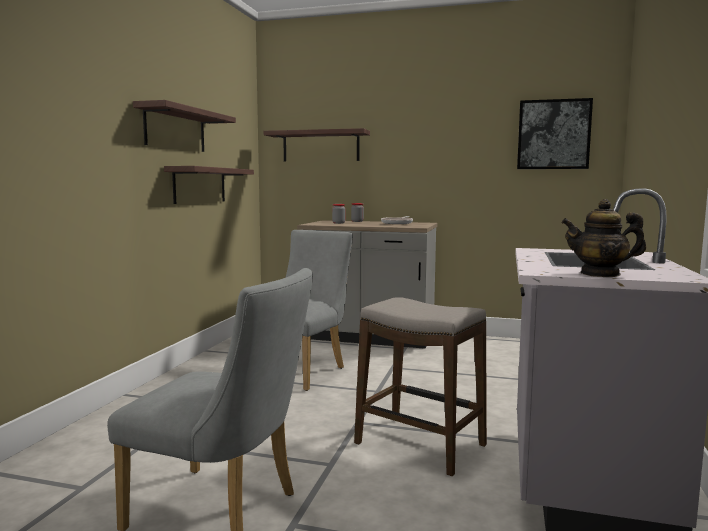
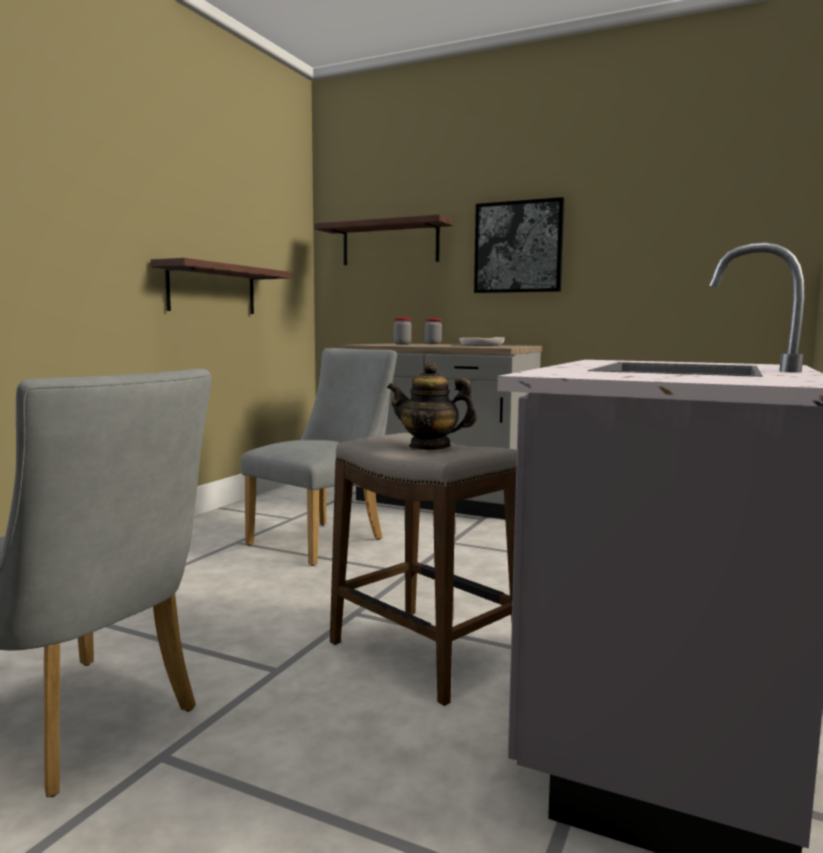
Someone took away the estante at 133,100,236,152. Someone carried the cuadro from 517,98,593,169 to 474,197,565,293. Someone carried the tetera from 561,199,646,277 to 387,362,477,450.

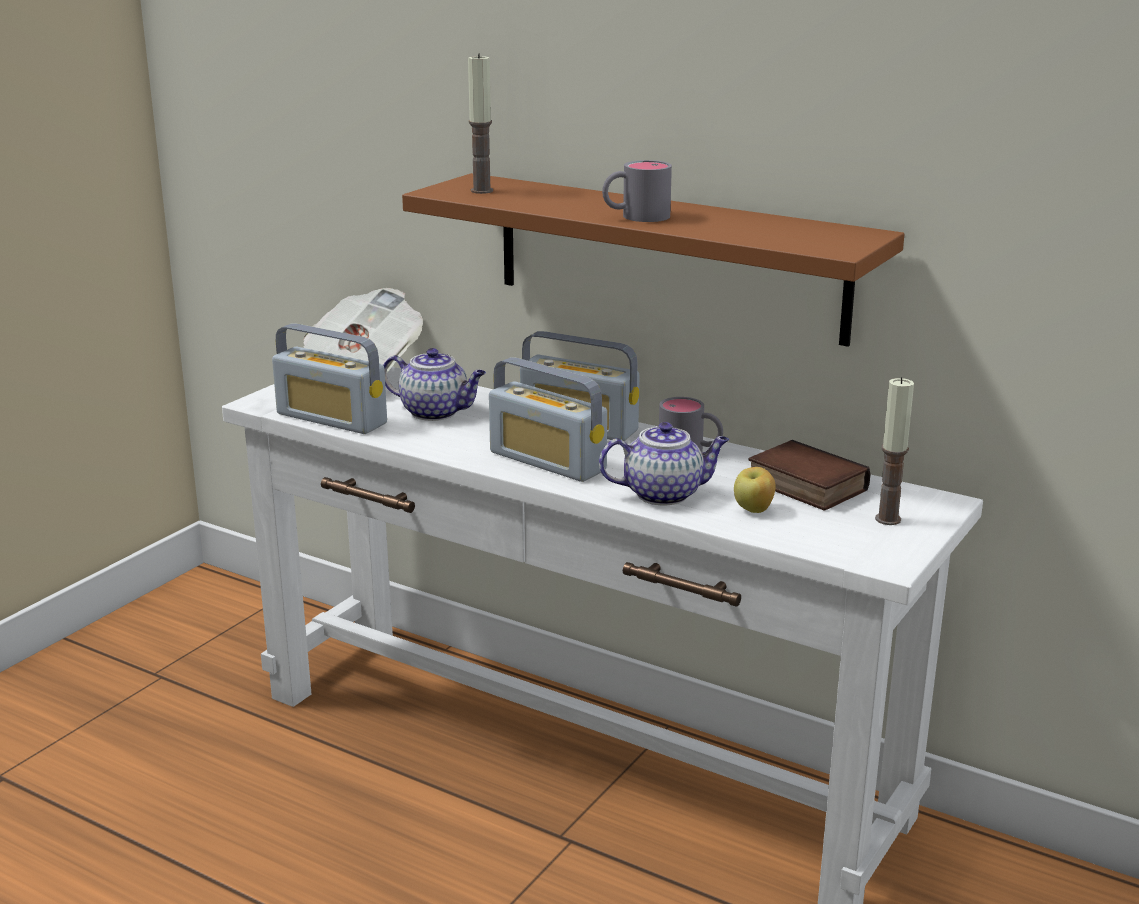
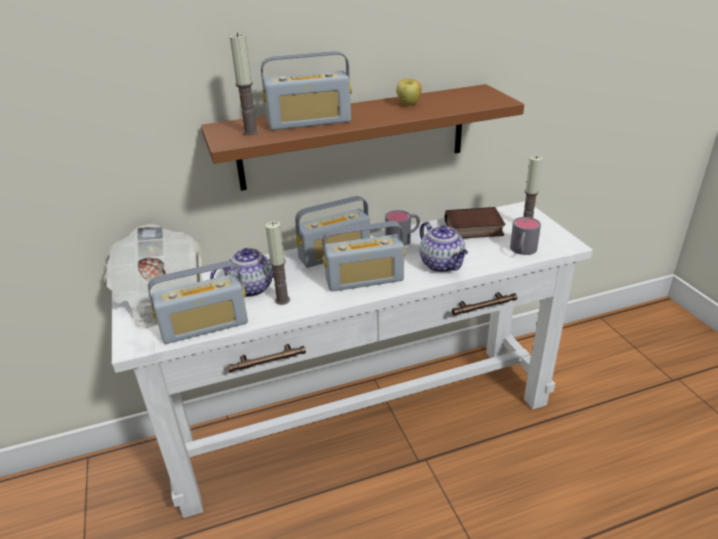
Someone rotated the tetera at 599,422,729,505 by 120 degrees clockwise. Someone carried the taza grande [gris] from 602,160,672,222 to 510,217,541,255. Someone carried the manzana from 734,467,776,513 to 396,78,422,105. Someone put down the radio at 261,51,352,130. Someone put down the vela at 265,221,290,305.

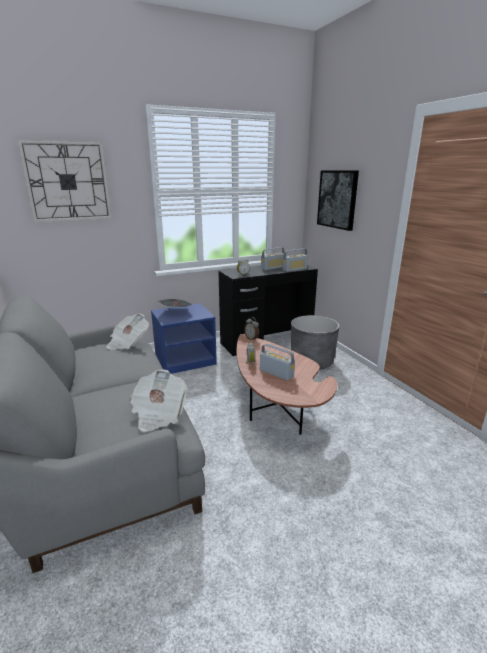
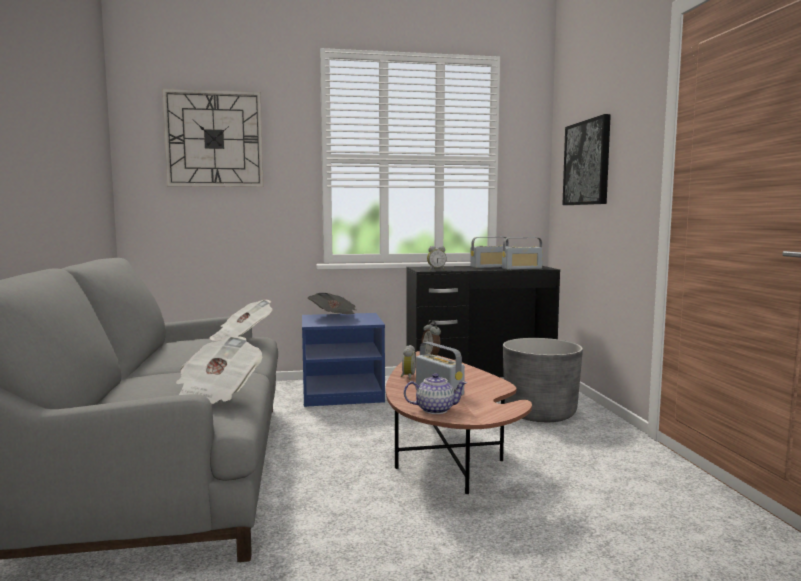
Someone put down the tetera at 404,373,467,414.

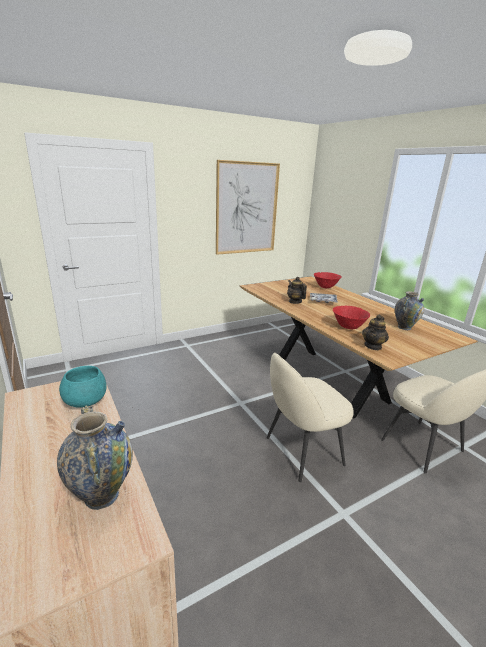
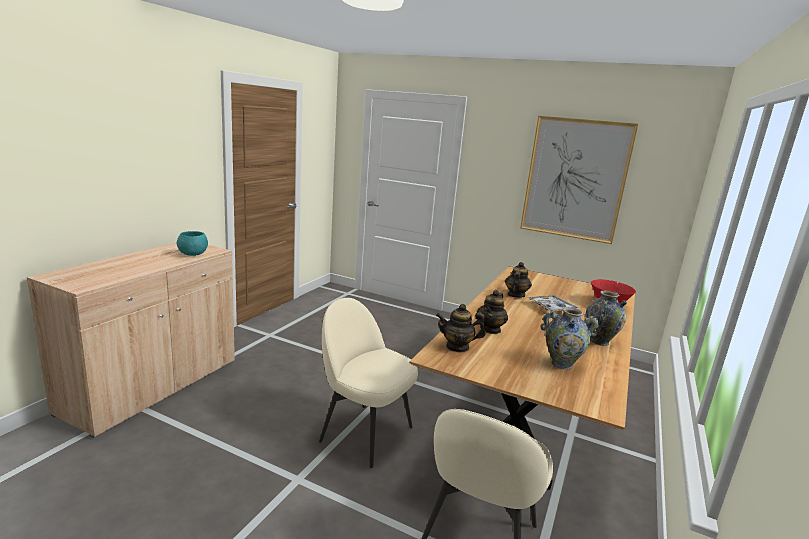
Someone carried the florero from 57,405,133,510 to 586,290,627,346. Someone swapped the cuenco [rojo] at 333,306,370,329 for the tetera at 477,290,508,334.

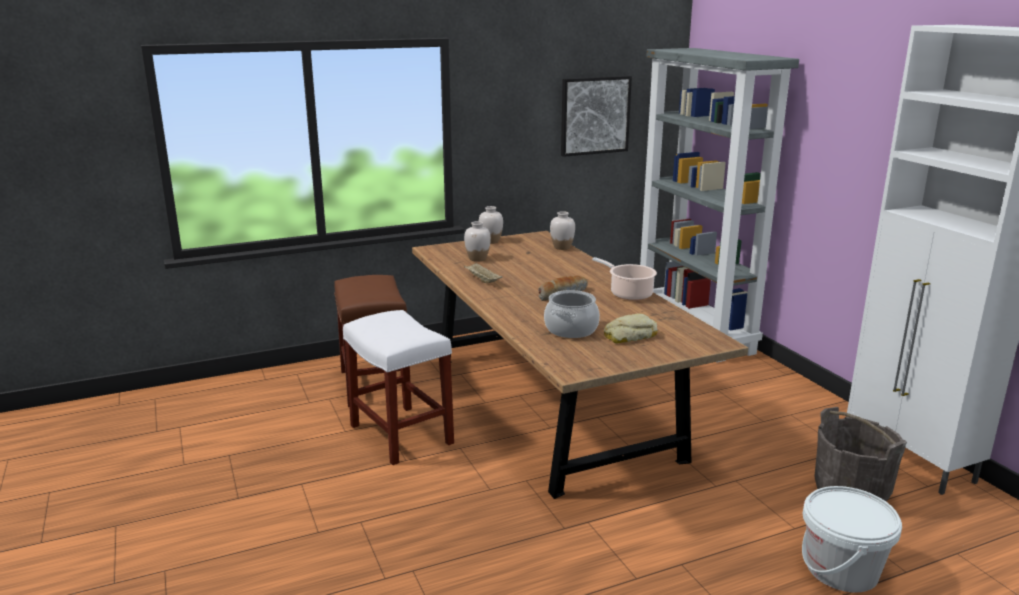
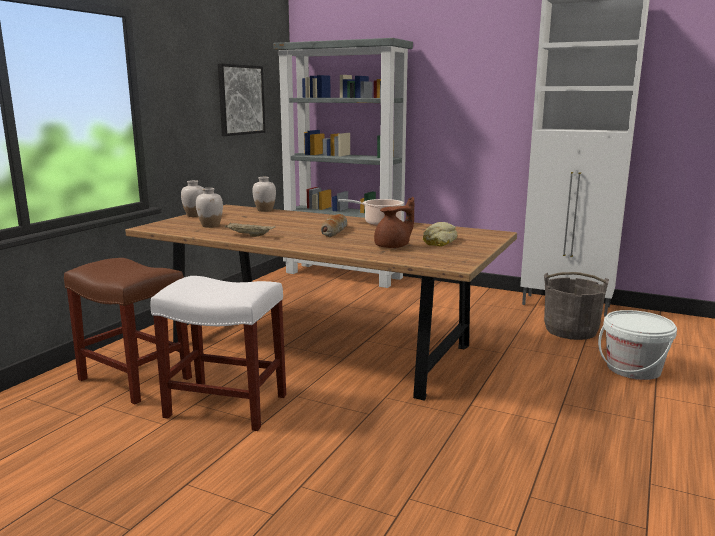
Someone swapped the olla at 544,290,600,338 for the tetera [marrón] at 374,197,414,248.

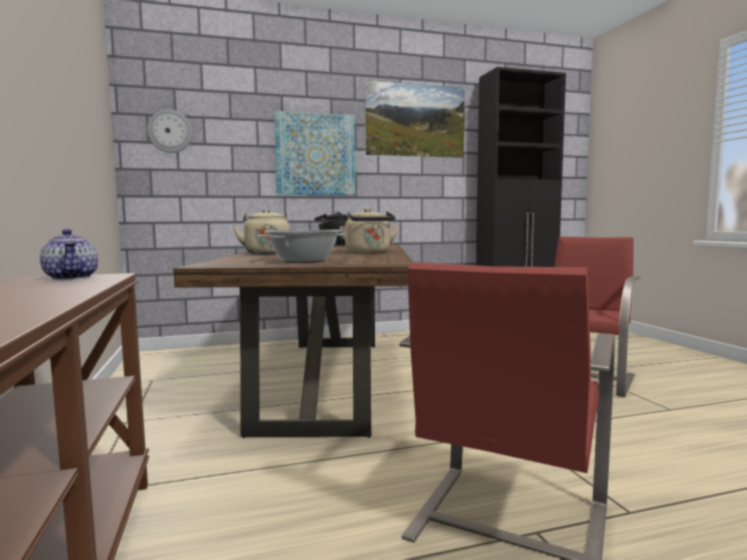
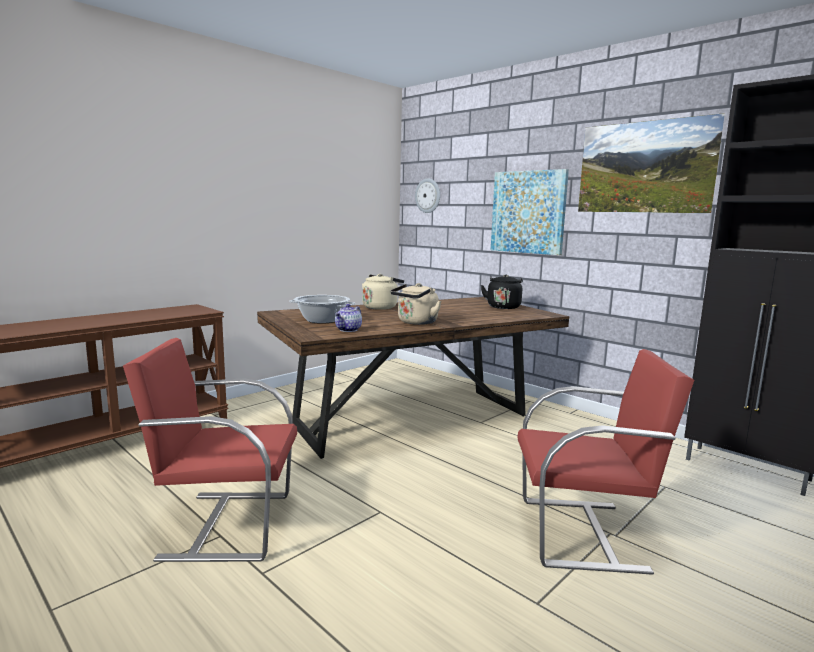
Someone carried the tetera from 40,229,98,280 to 335,304,362,332.

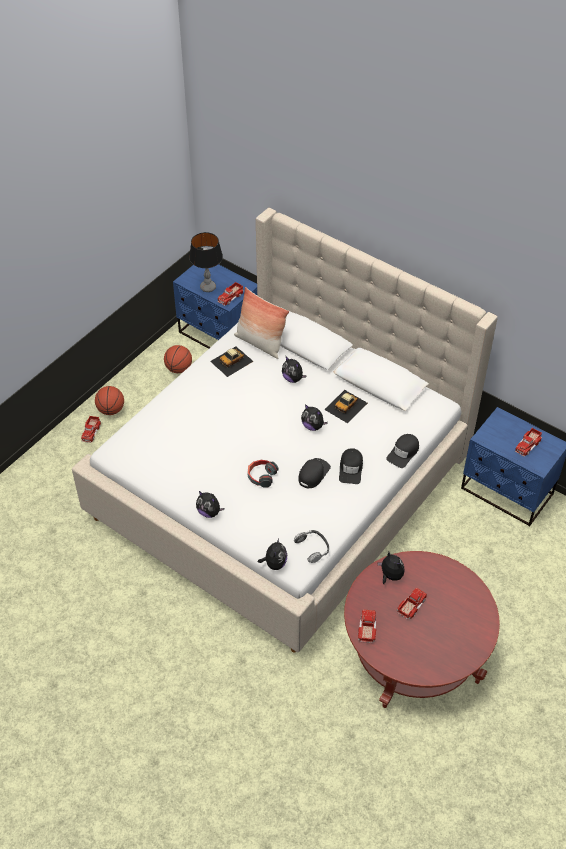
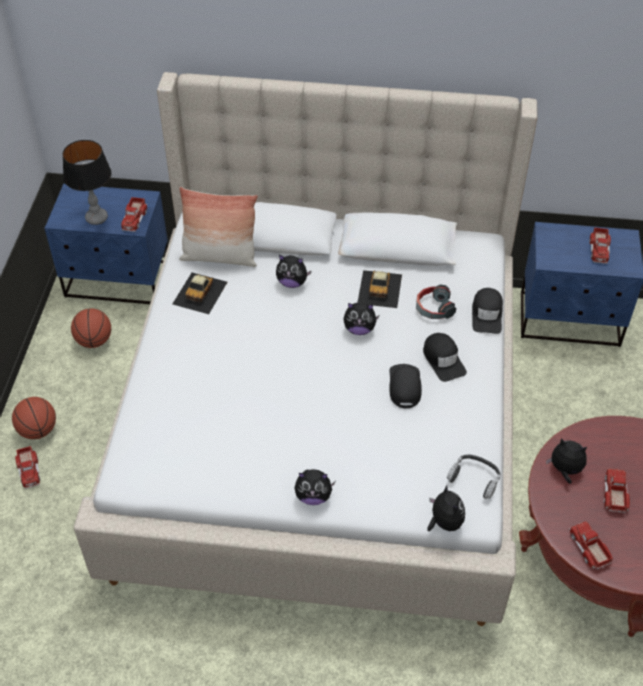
Someone carried the auriculares from 248,460,278,488 to 416,284,456,319.

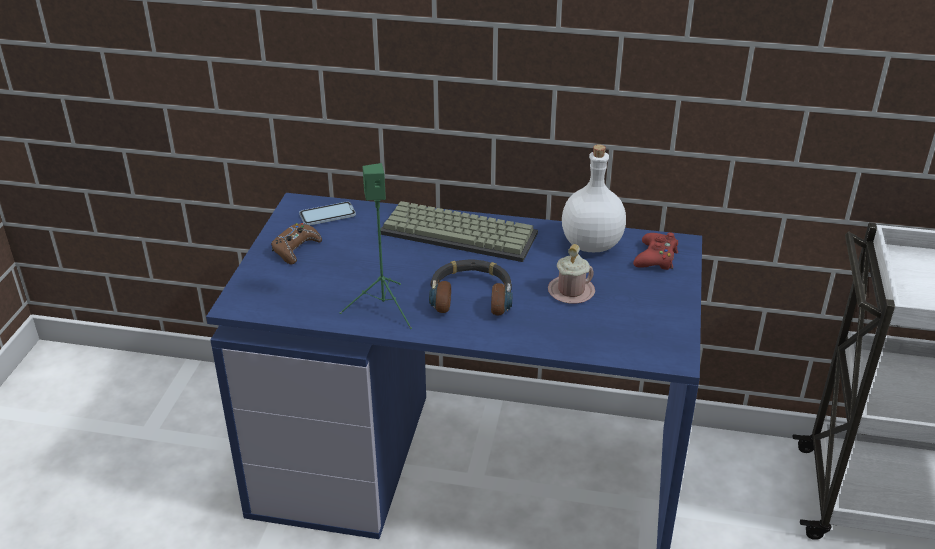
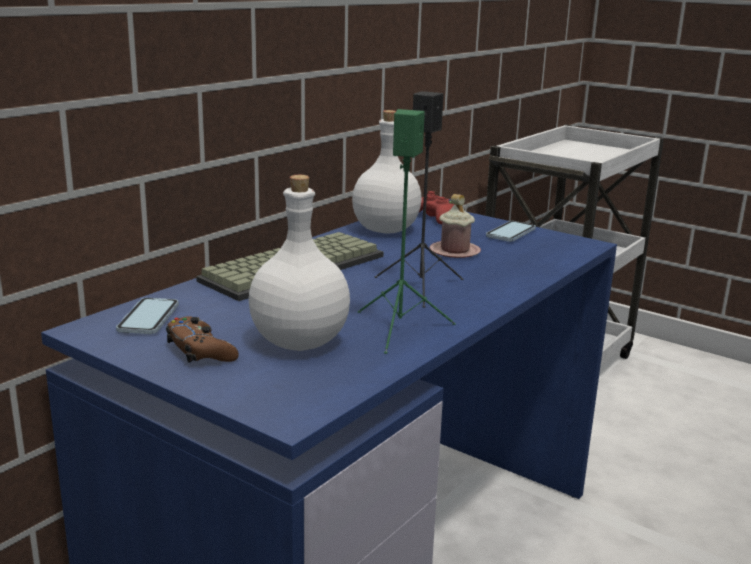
Someone swapped the auriculares at 429,260,513,315 for the altavoz [negro] at 375,91,464,308. Someone put down the botella [blanco] at 249,175,350,351. Someone put down the móvil at 486,221,536,242.

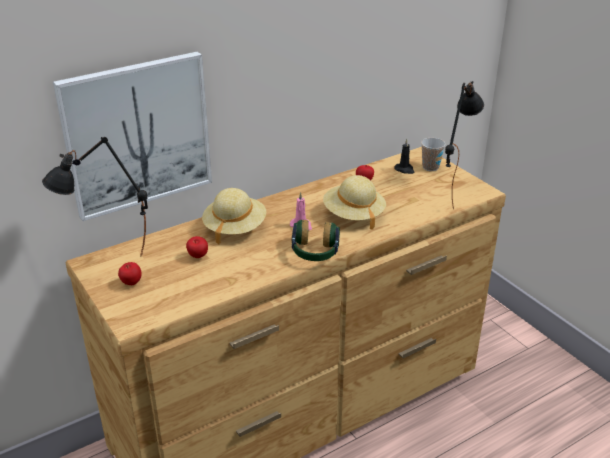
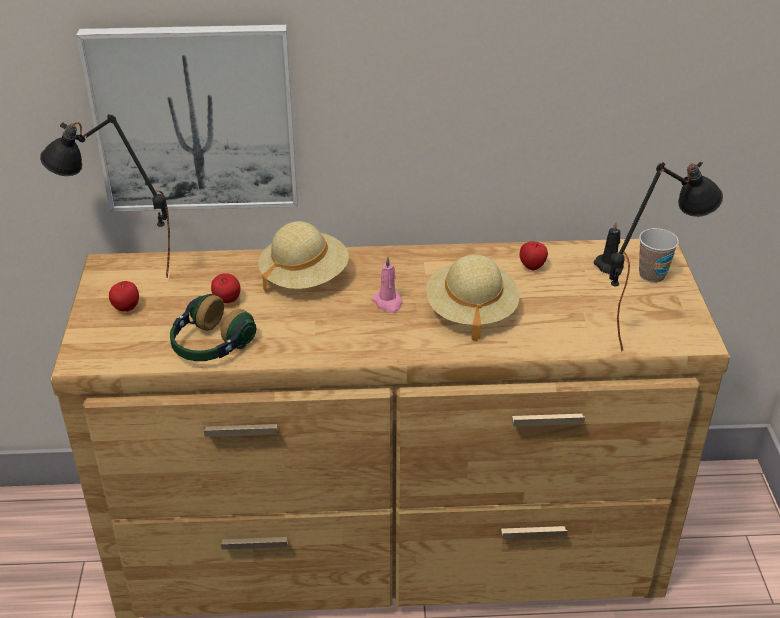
Someone carried the auriculares from 292,220,340,261 to 170,294,256,361.

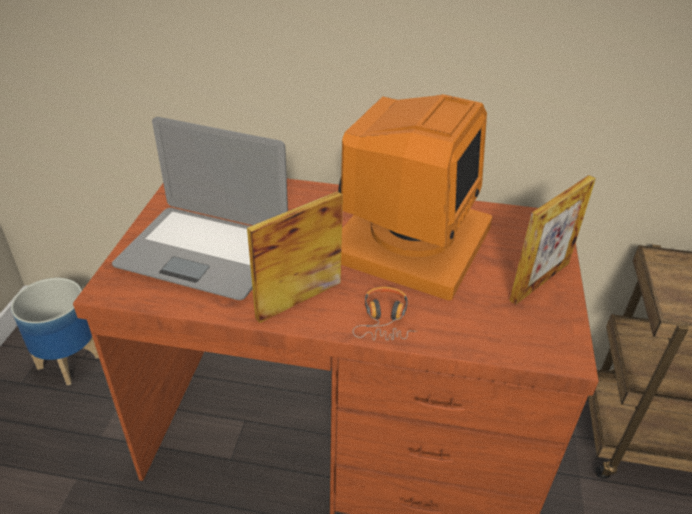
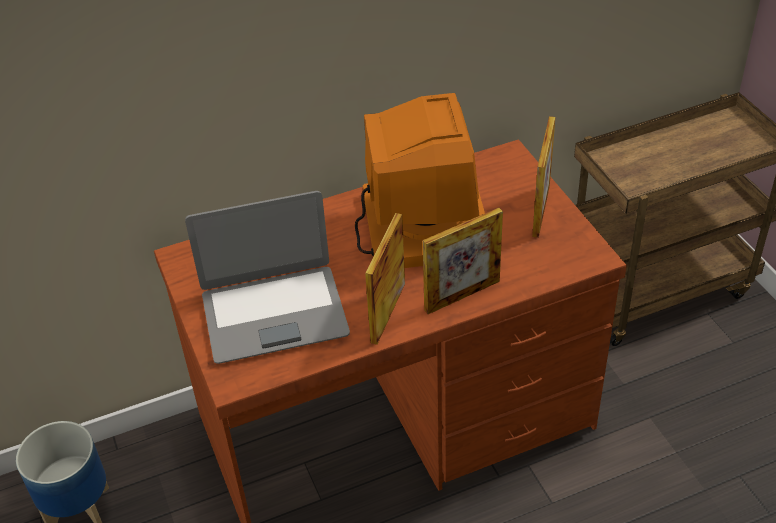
Someone swapped the auriculares at 353,287,418,341 for the portarretratos at 423,208,503,314.

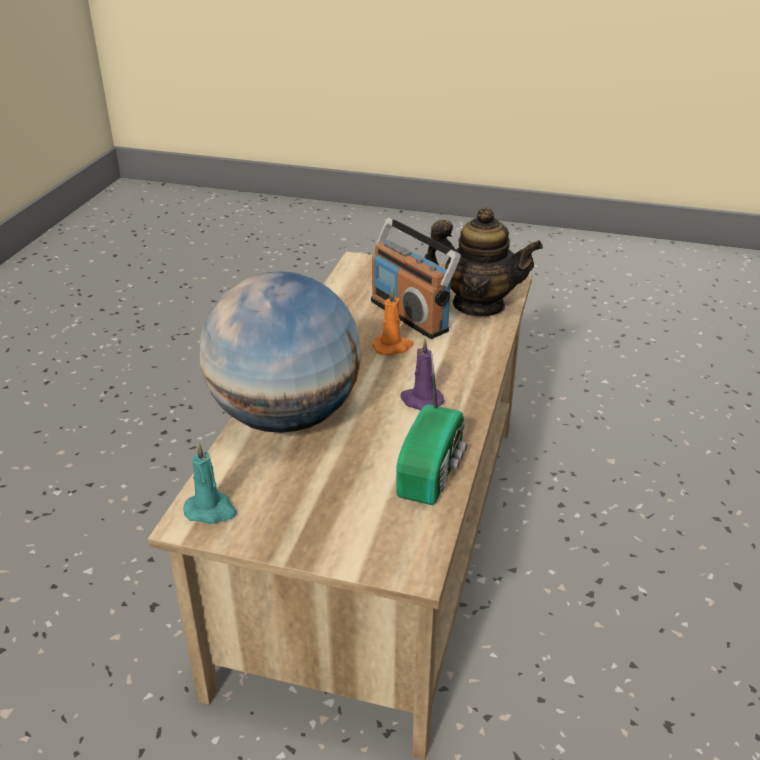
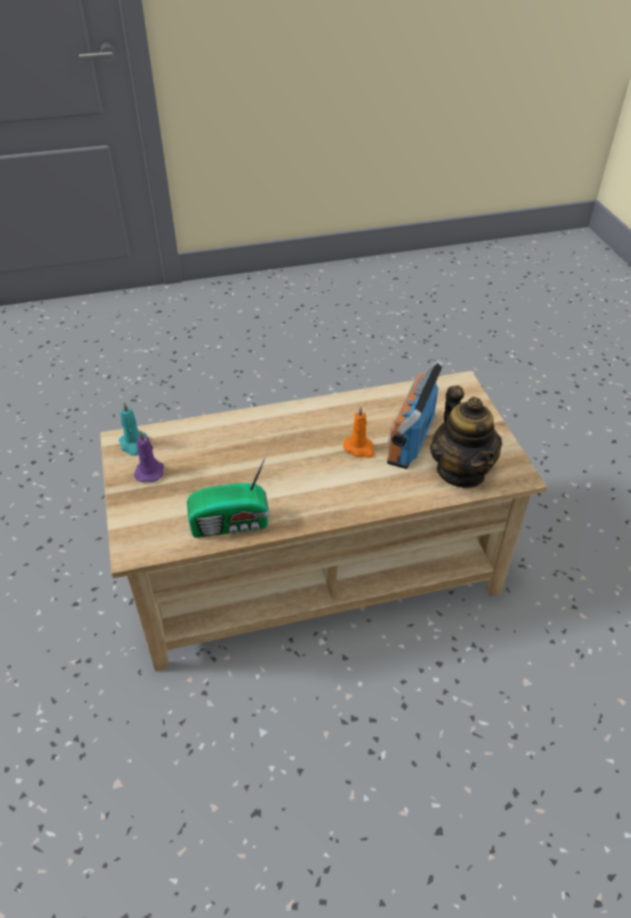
Someone took away the globo terráqueo at 200,271,362,433. Someone carried the vela [morado] from 400,339,444,411 to 134,430,164,482.

